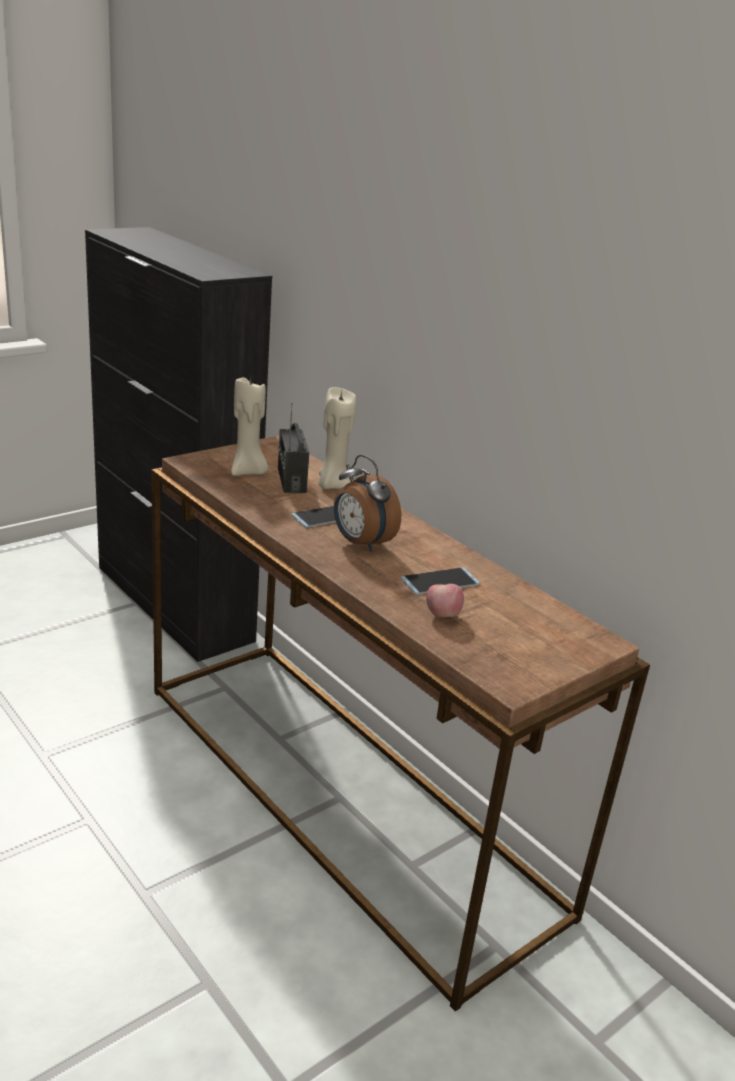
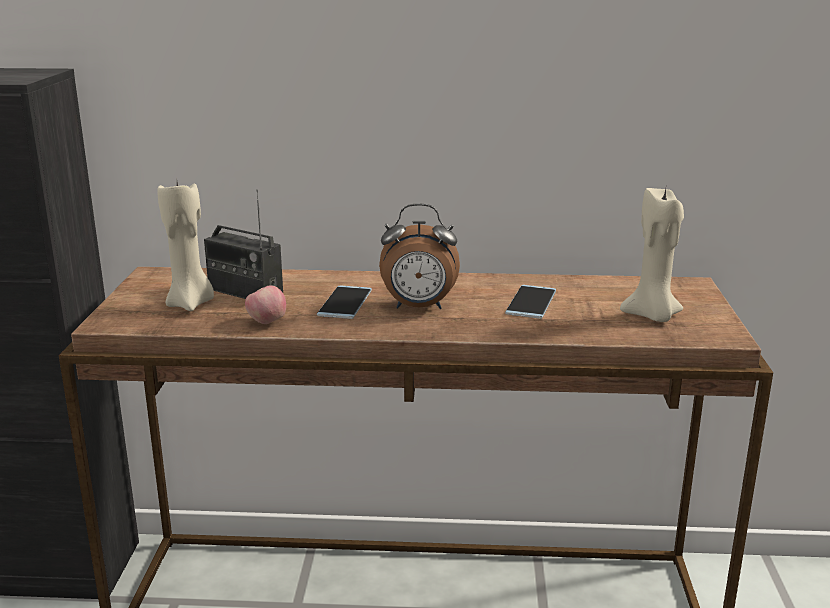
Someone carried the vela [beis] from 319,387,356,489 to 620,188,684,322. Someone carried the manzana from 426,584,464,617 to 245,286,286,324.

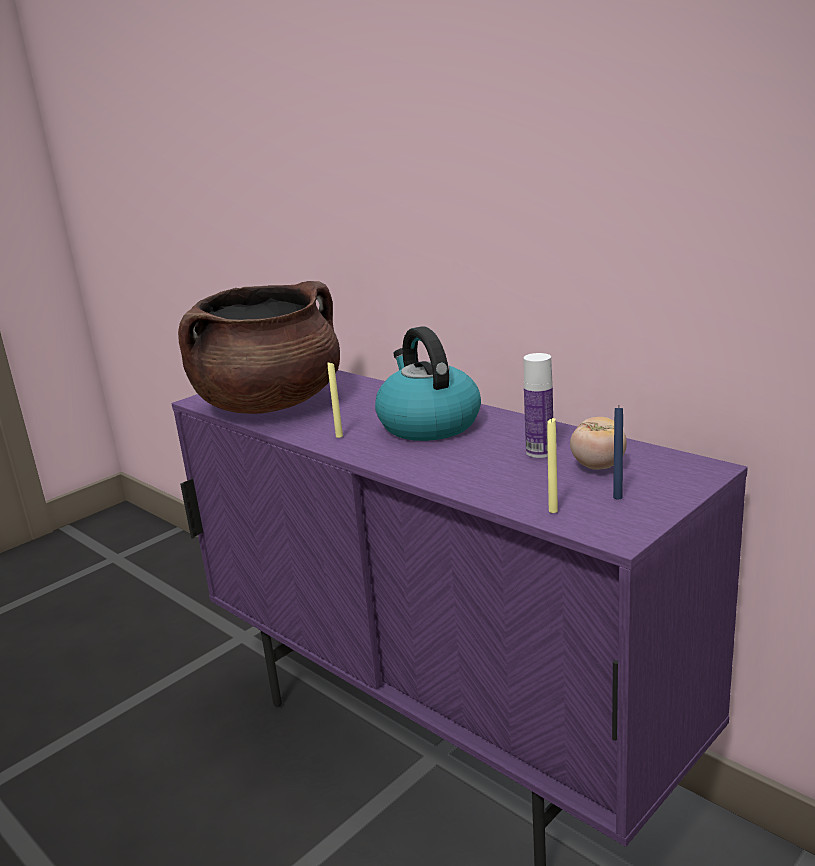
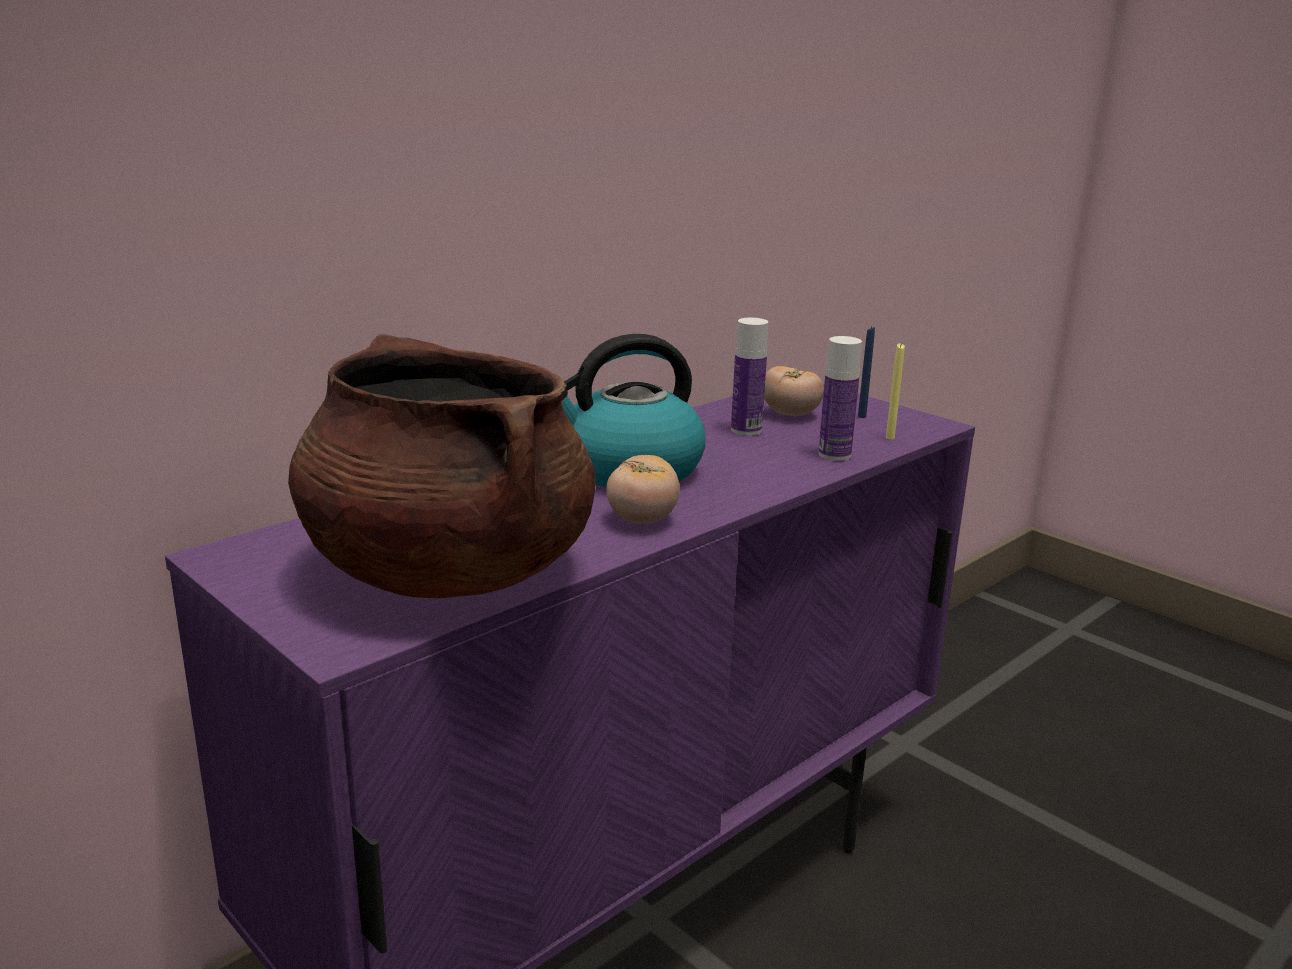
Someone swapped the vela [amarillo] at 327,361,343,438 for the tomate at 606,455,680,524. Someone put down the botella at 818,336,862,461.

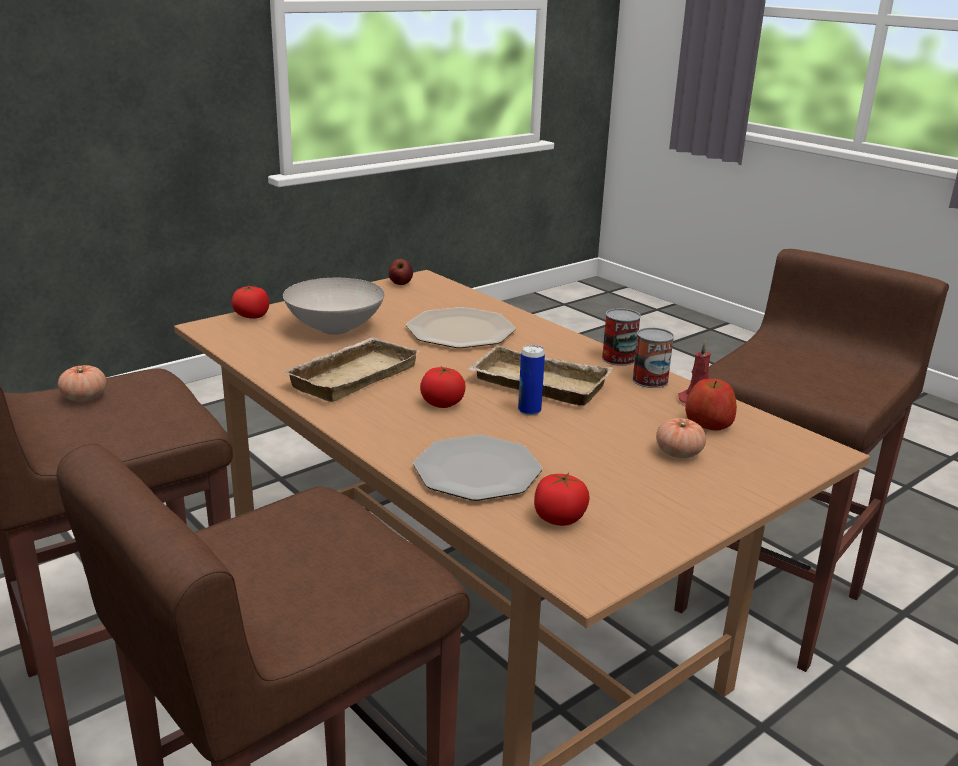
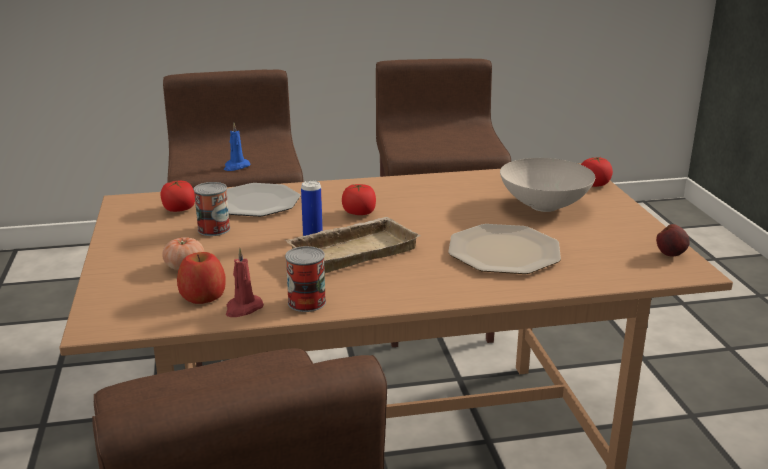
Someone took away the tomate at 58,365,107,402. Someone took away the bandeja [beis] at 282,337,420,402. Someone carried the lata from 602,308,641,366 to 193,182,230,236. Someone put down the vela [azul] at 224,123,251,171.

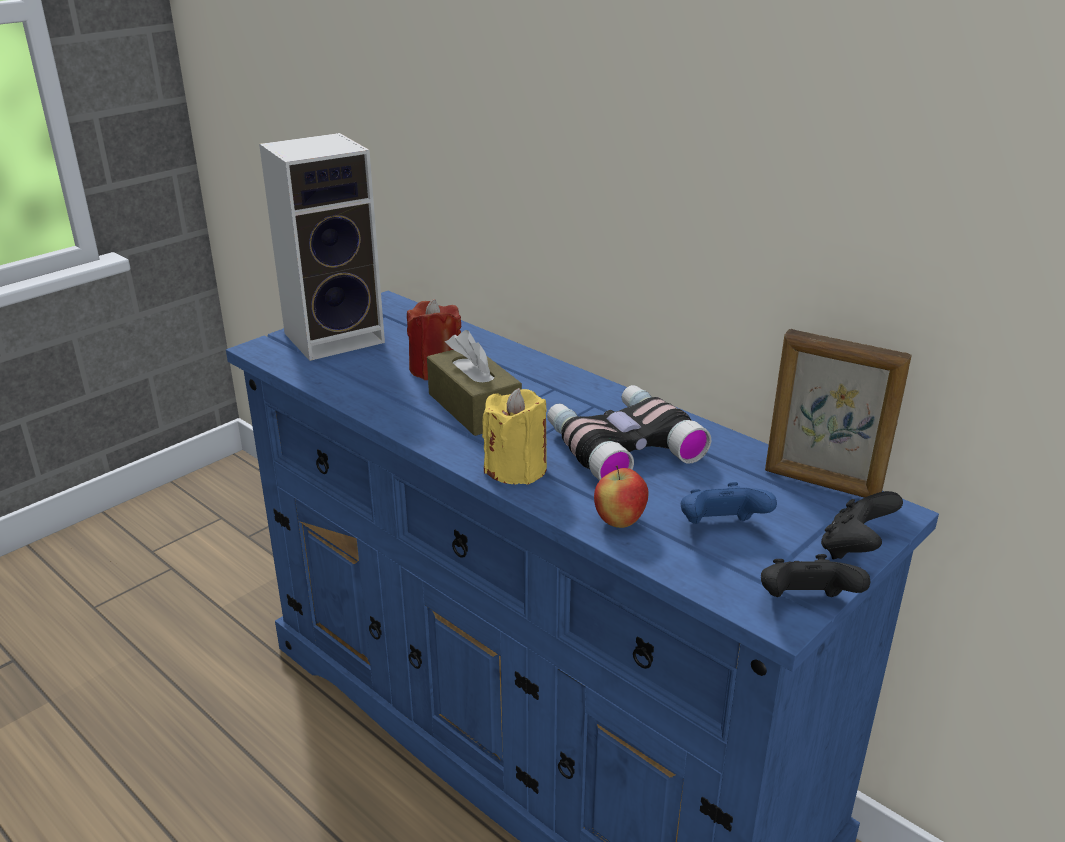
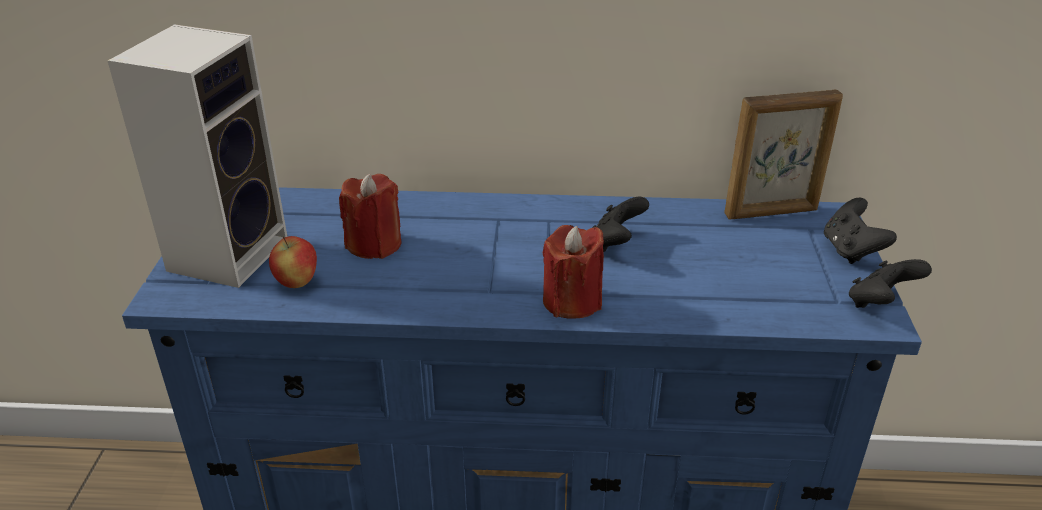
Someone took away the caja de pañuelos [marrón] at 427,330,522,436. Someone repainted the vela [amarillo] at 482,388,547,485, which became the vela [rojo] at 543,225,604,318. Someone swapped the prismáticos at 547,385,711,481 for the mando de consola [negro] at 592,197,649,252. Someone carried the manzana from 594,465,648,528 to 269,236,317,288. Someone took away the mando de consola [azul] at 681,482,777,524.

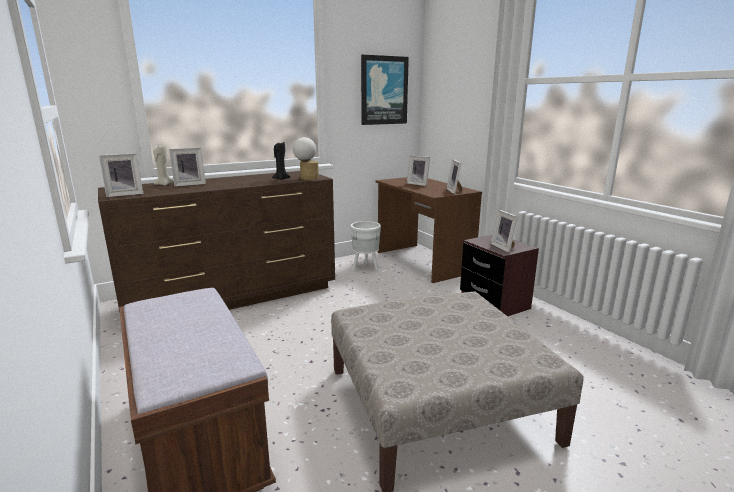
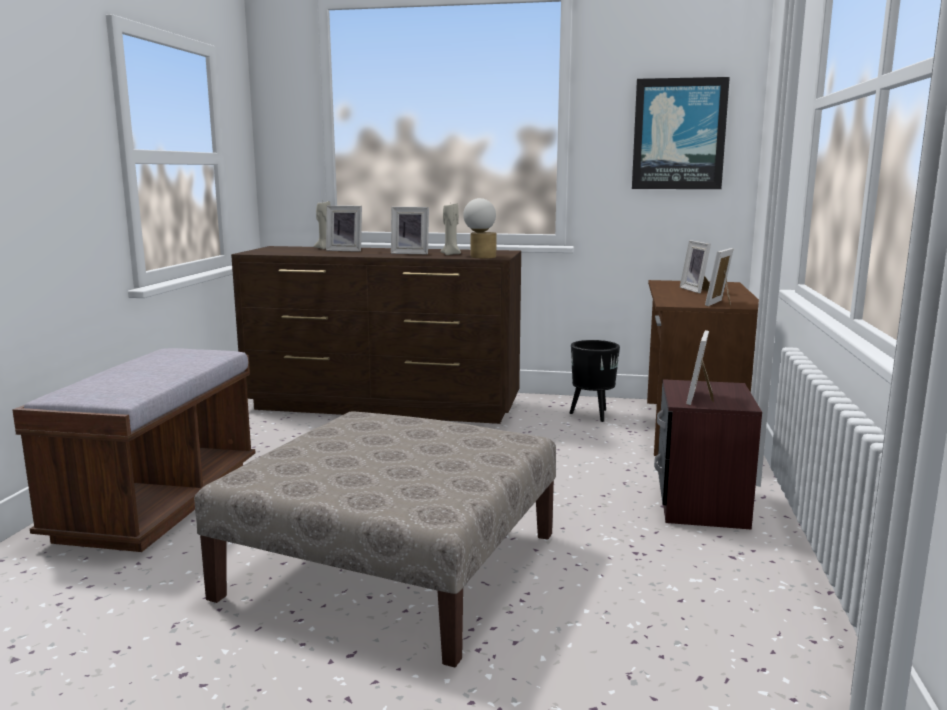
Someone carried the portarretratos from 99,153,144,197 to 391,207,429,254. Someone repainted the vela [negro] at 272,142,290,180, which became the vela [beis] at 440,203,461,255. Someone repainted the maceta [blanco] at 351,221,381,271, which became the maceta [negro] at 570,340,620,422.

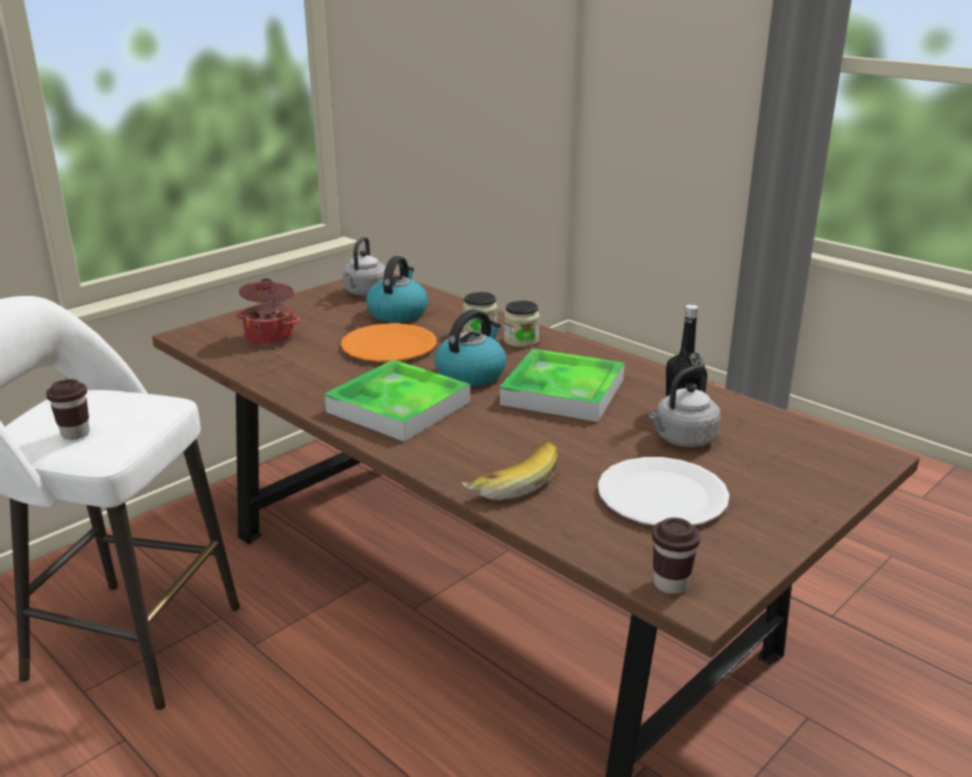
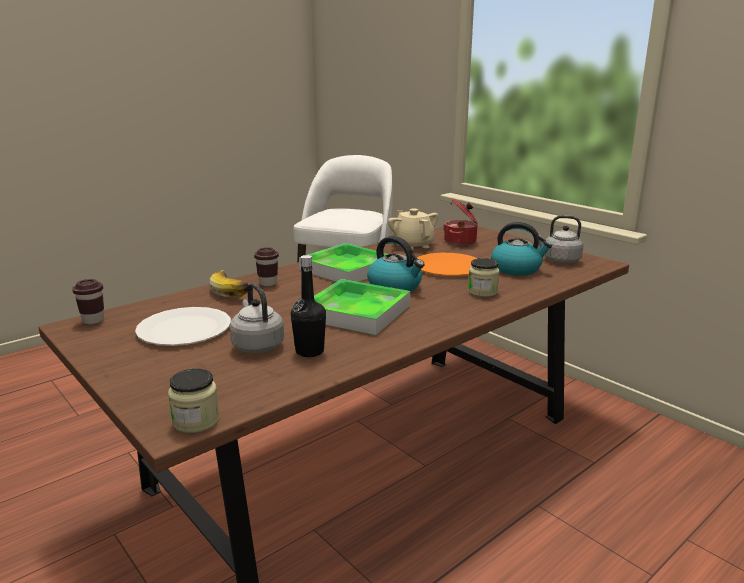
Someone carried the taza [marrón] from 46,379,90,440 to 254,247,279,286. Someone carried the tarro from 504,301,540,347 to 168,368,220,433. Someone put down the tetera [beis] at 388,208,439,250.

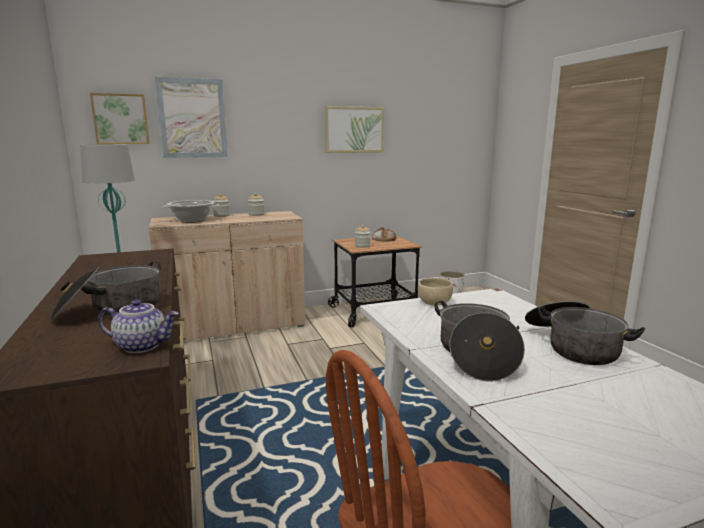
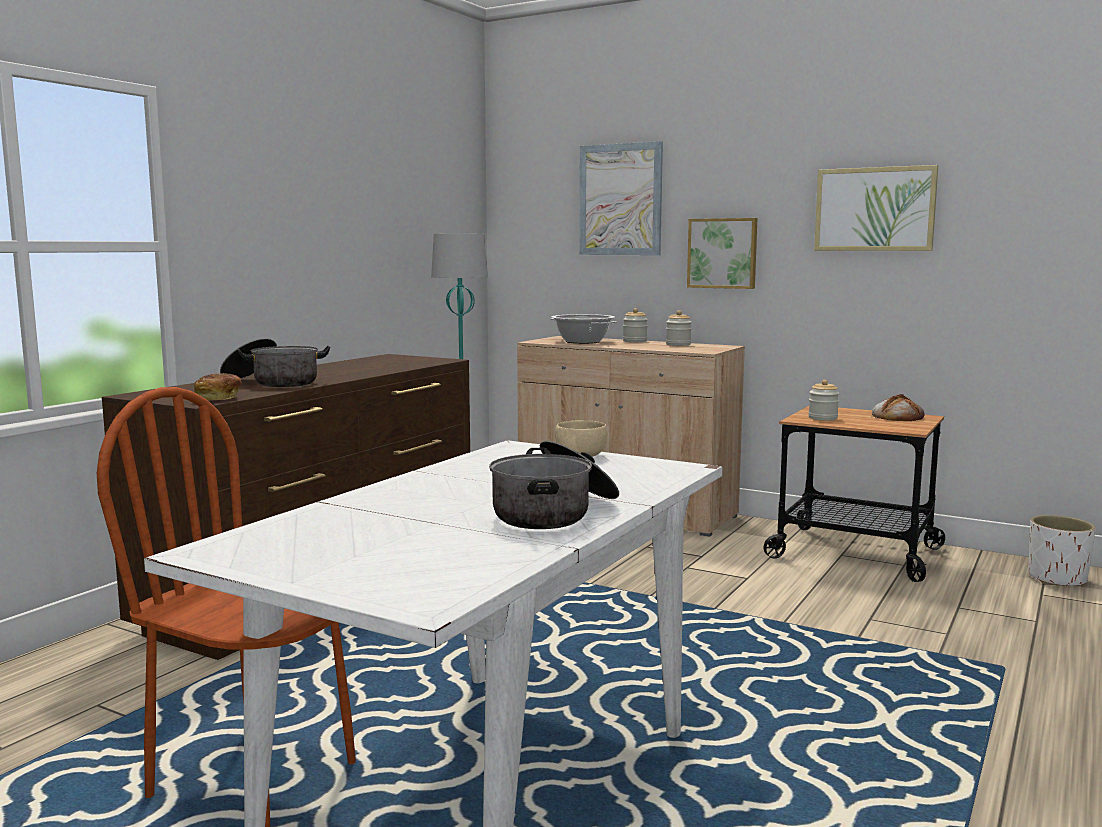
Someone carried the cuadro from 90,93,149,144 to 687,218,758,289. Someone swapped the tetera at 98,299,179,353 for the pan at 194,373,242,401. Someone took away the olla at 435,301,525,382.

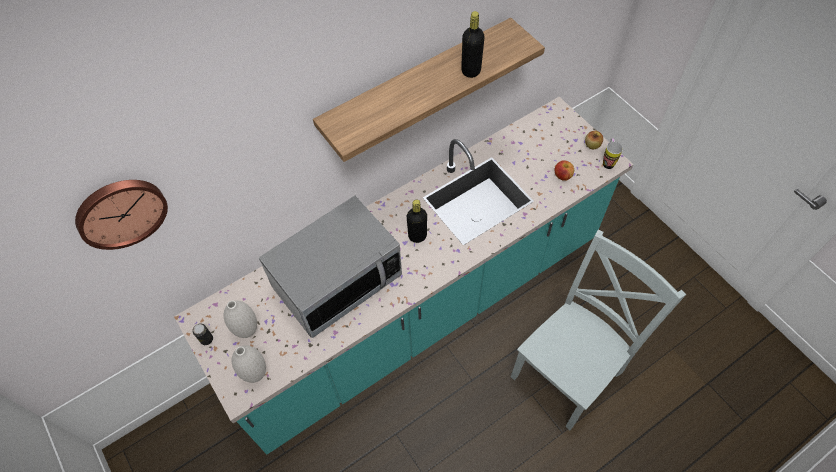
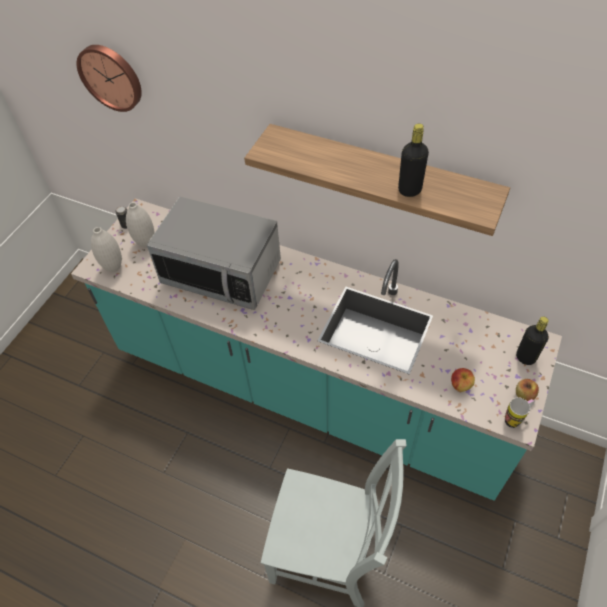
Someone carried the botella [negro] from 407,200,427,243 to 516,317,549,365.

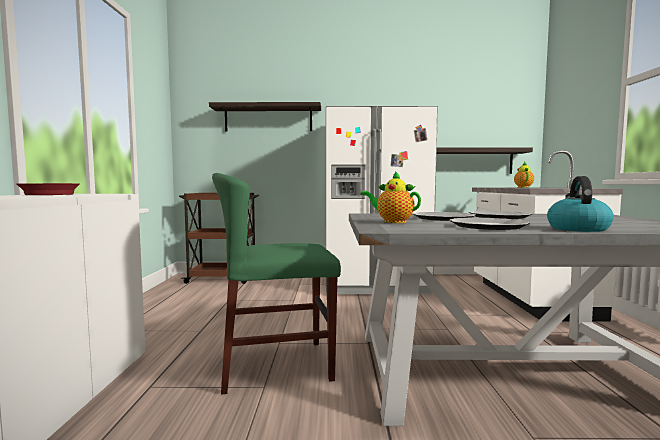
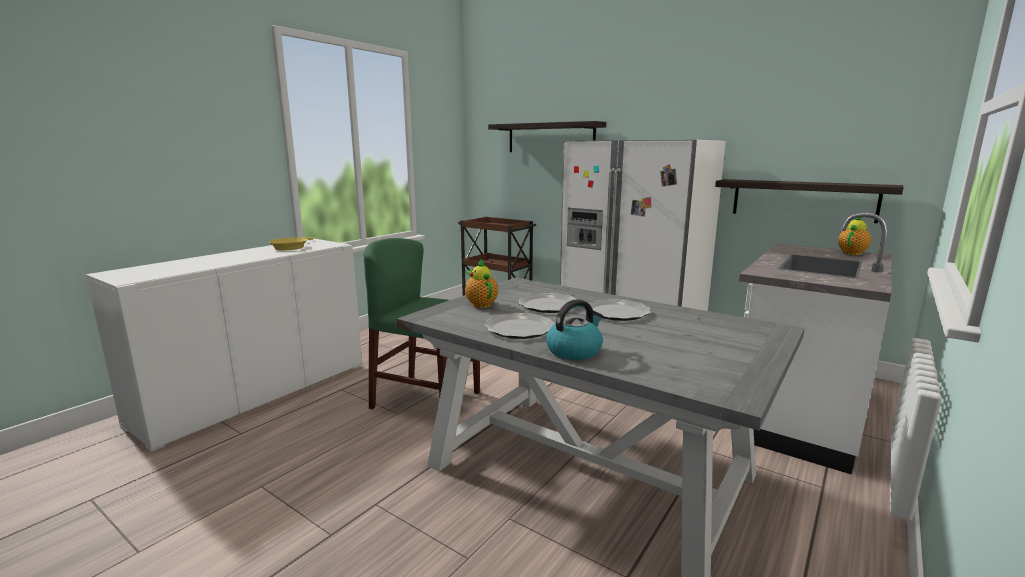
Someone repainted the sartén [rojo] at 15,183,80,195, which became the sartén [amarillo] at 269,237,314,250.

